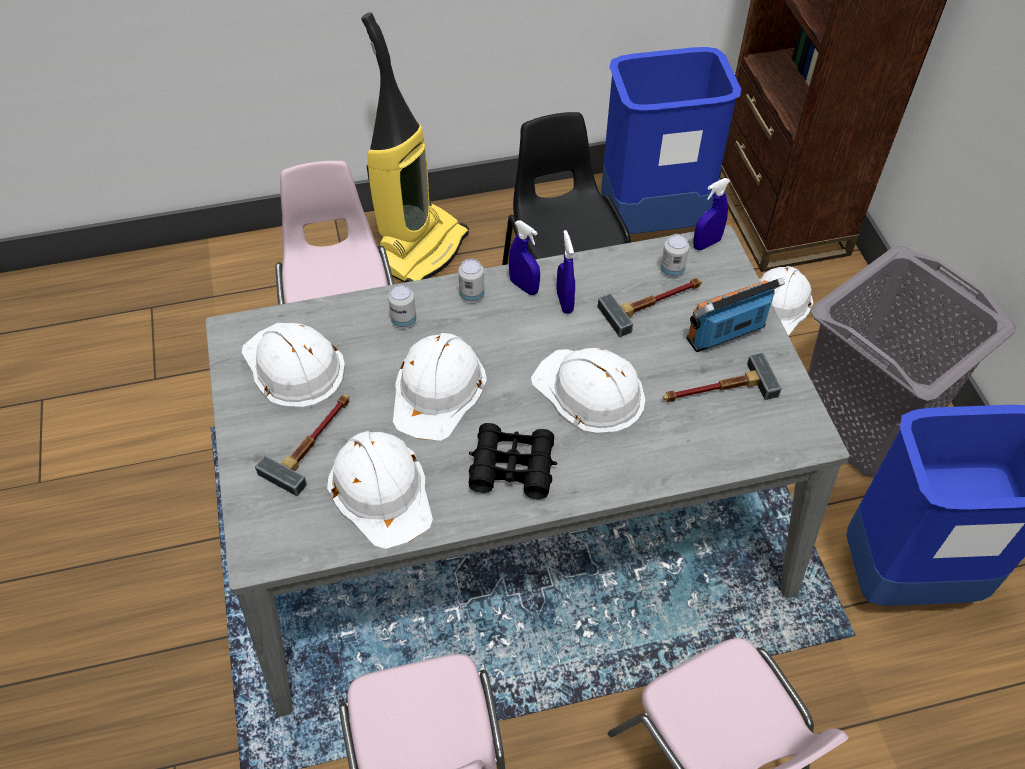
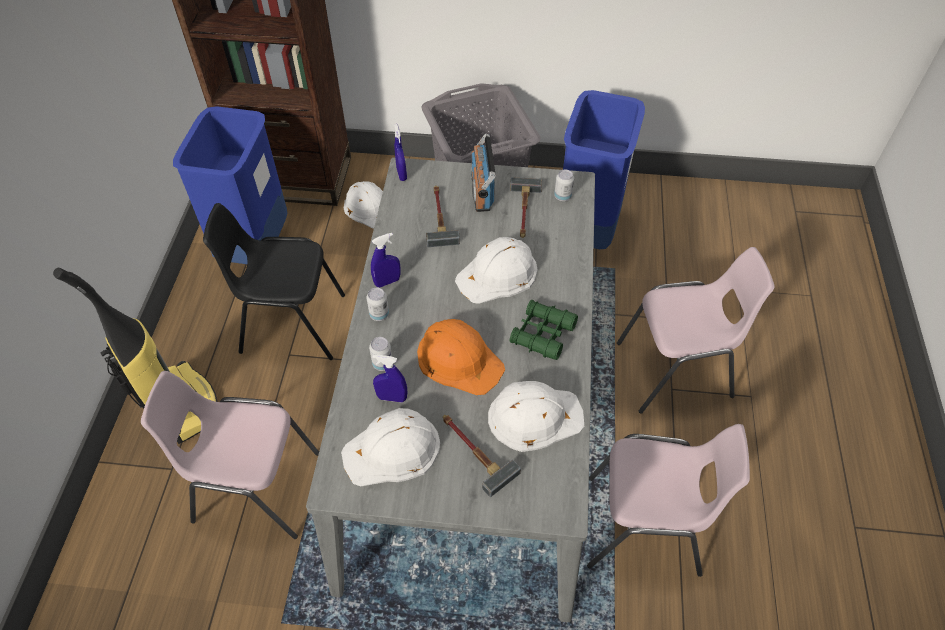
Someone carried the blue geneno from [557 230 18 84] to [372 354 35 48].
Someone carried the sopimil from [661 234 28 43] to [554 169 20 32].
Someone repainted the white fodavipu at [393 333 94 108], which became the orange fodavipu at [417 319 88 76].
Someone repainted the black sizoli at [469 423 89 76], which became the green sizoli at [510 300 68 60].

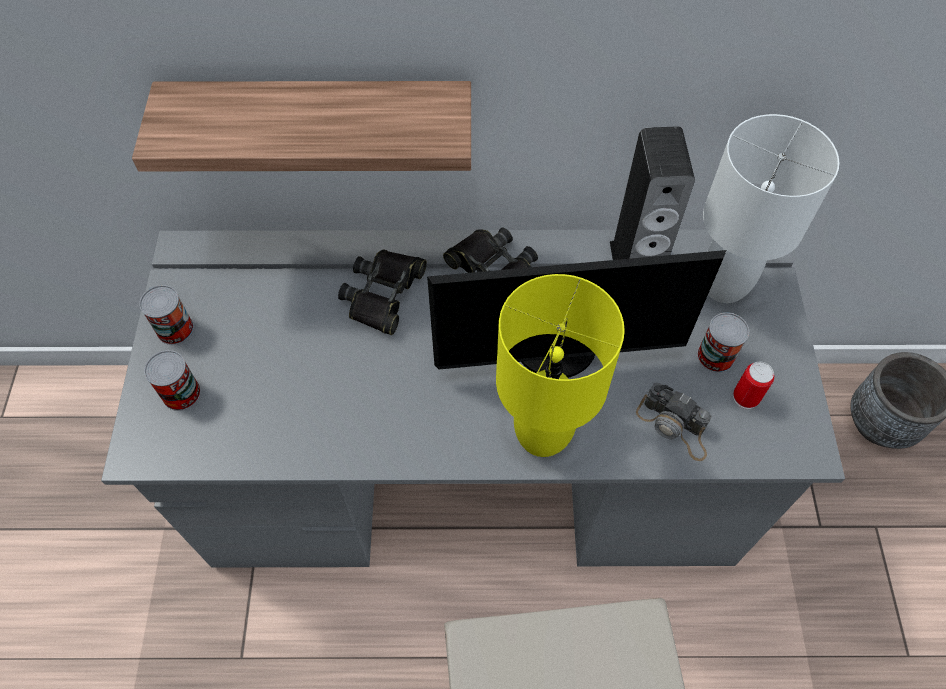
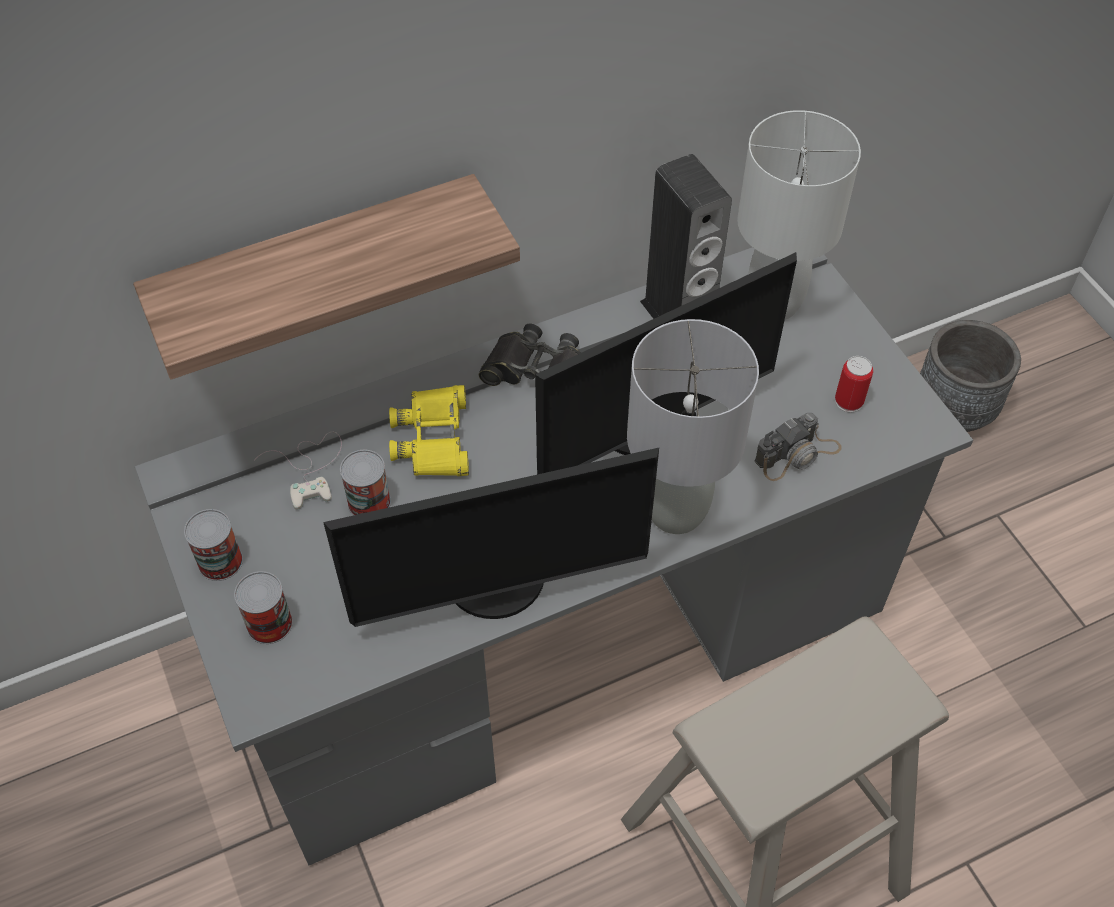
Someone repainted the black sizoli at [338 250 89 85], which became the yellow sizoli at [389 385 80 91].
Someone repainted the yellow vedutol at [496 274 129 183], which became the grey vedutol at [627 319 132 215].
Someone carried the sopimil from [697 312 52 61] to [340 450 51 65].
Someone rotated the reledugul at [636 383 76 78] by 45 degrees counterclockwise.
Someone put down the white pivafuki at [254 432 88 78].
Someone put down the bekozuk at [323 448 336 179].

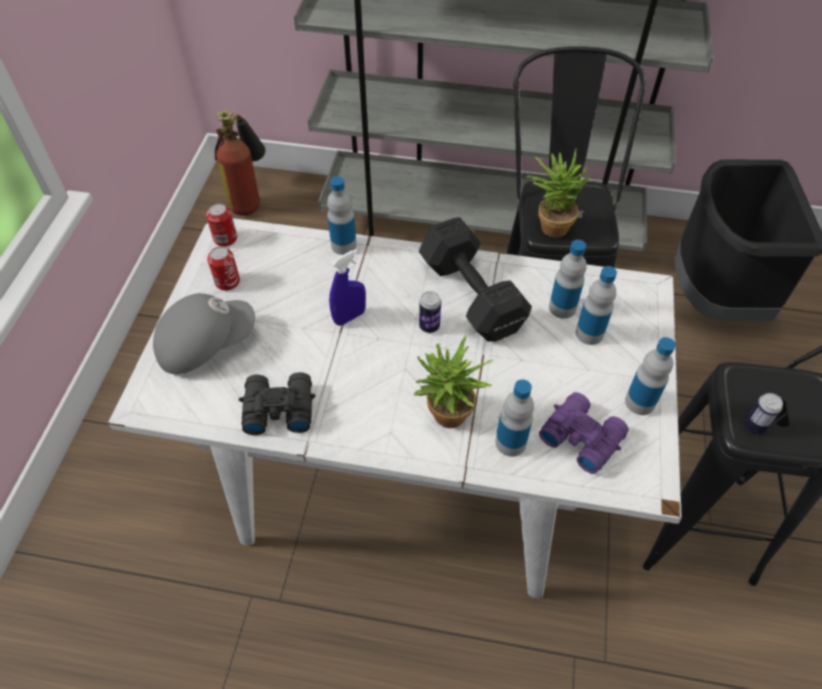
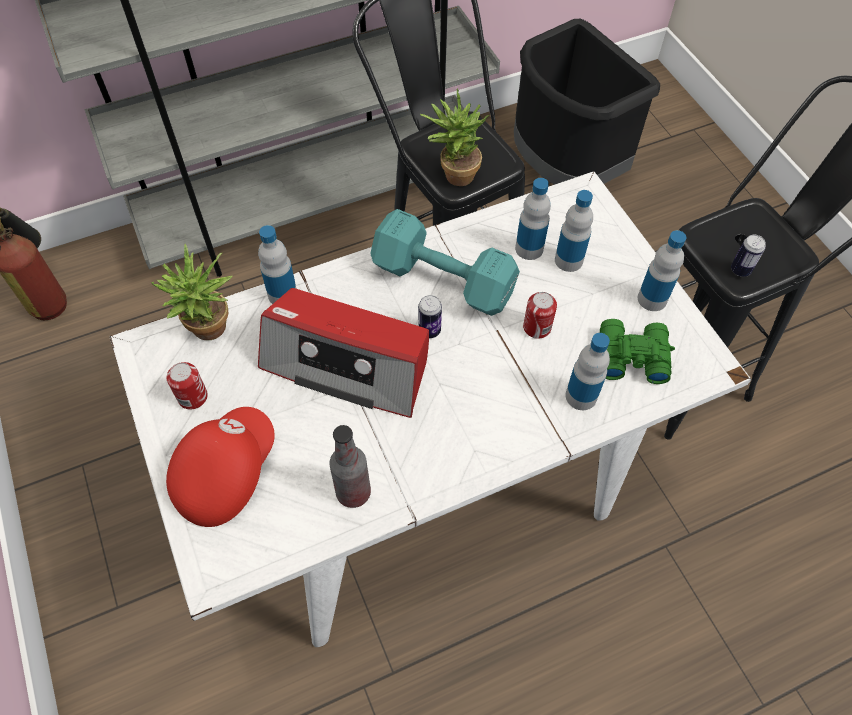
Someone carried the sopimil from [206 203 31 44] to [523 292 34 47].
Someone repainted the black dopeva at [419 217 113 125], which became the turquoise dopeva at [370 209 150 107].
Someone swapped the blue geneno at [329 249 37 77] for the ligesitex at [258 288 171 130].
Someone repainted the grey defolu at [153 293 102 81], which became the red defolu at [166 407 109 120].
Someone carried the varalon from [414 335 80 93] to [151 244 82 96].
Someone swapped the black sizoli at [239 372 76 63] for the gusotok at [329 425 42 83].
Someone repainted the purple sizoli at [539 392 90 82], which became the green sizoli at [600 319 75 65].

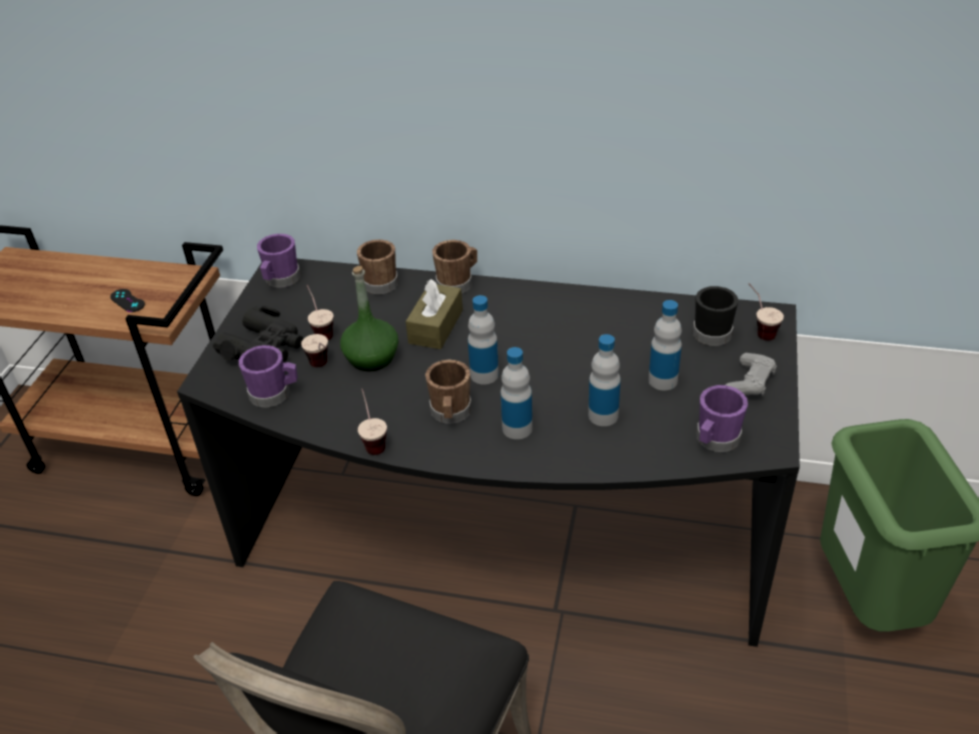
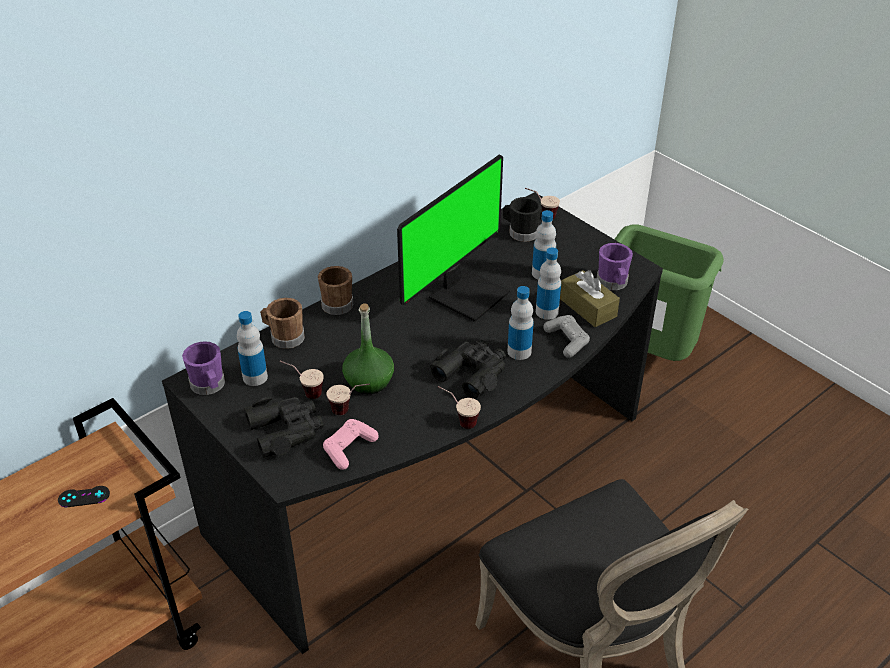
Someone carried the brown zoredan from [406 279 57 70] to [560 270 60 57].
Someone carried the gusotok from [468 295 31 90] to [237 311 31 75].
Someone swapped the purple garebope at [239 345 59 62] for the pink pivafuki at [323 419 56 51].
Someone carried the grey pivafuki from [725 353 52 43] to [543 315 47 43].
Someone swapped the brown garebope at [425 360 47 64] for the black sizoli at [430 340 76 59].
Someone put down the bekozuk at [397 155 113 167].

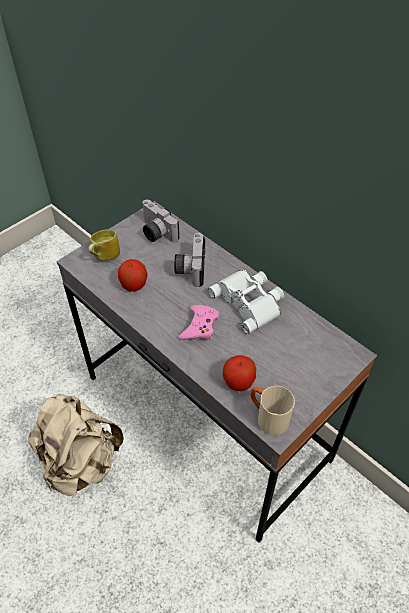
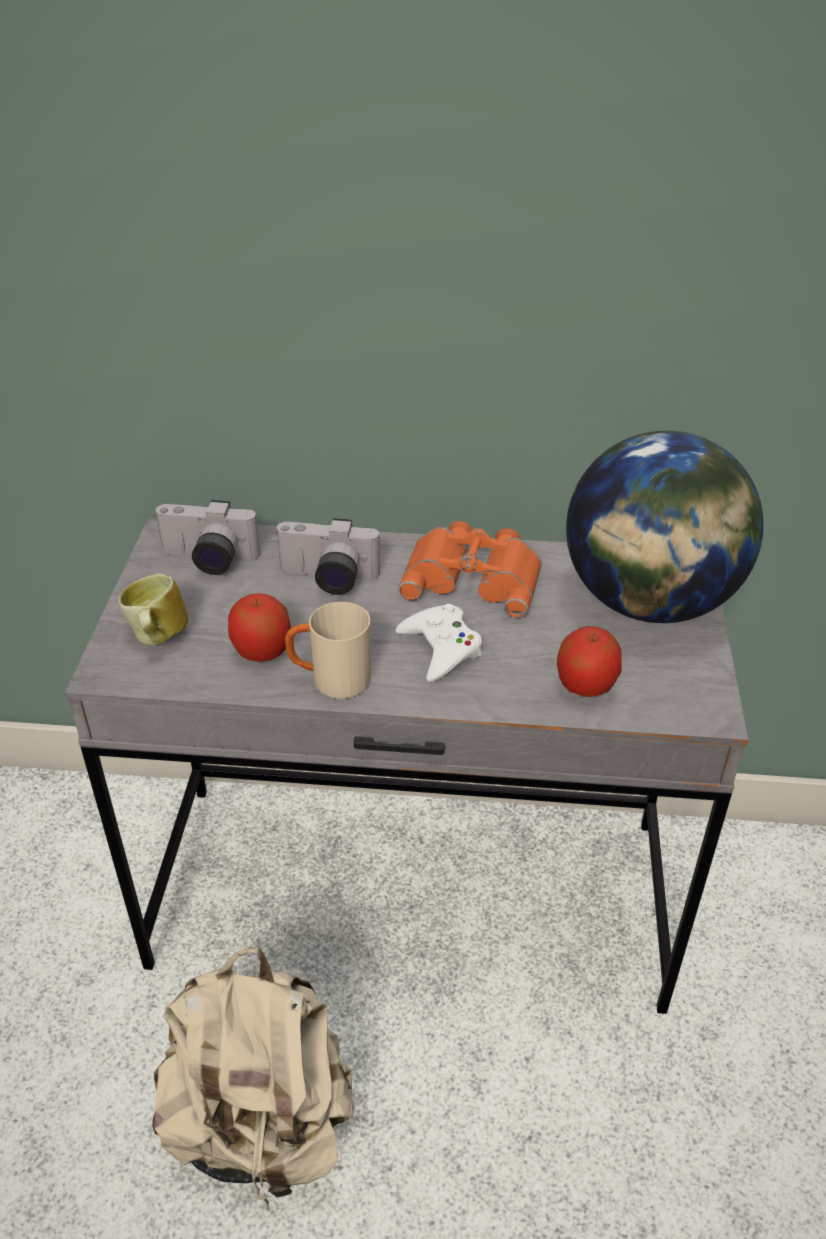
Someone rotated the reledugul at [174 233 31 54] by 45 degrees counterclockwise.
Someone repainted the white sizoli at [208 270 76 64], which became the orange sizoli at [398 521 144 97].
Someone repainted the pink pivafuki at [178 305 41 35], which became the white pivafuki at [395 604 87 78].
Someone carried the beige garebope from [251 386 44 49] to [285 602 86 97].
Someone put down the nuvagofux at [566 431 197 192].

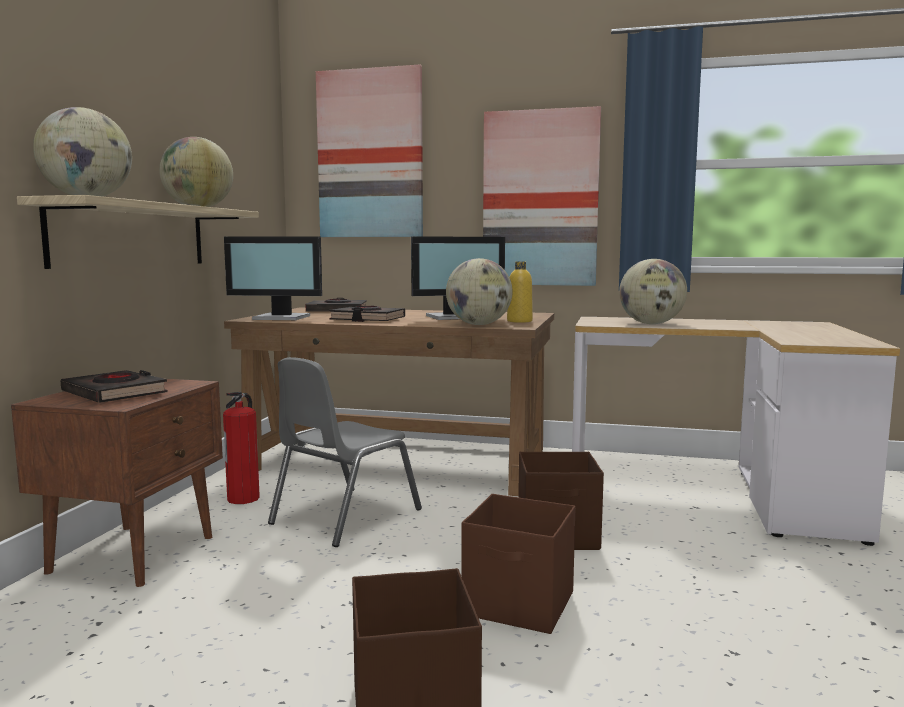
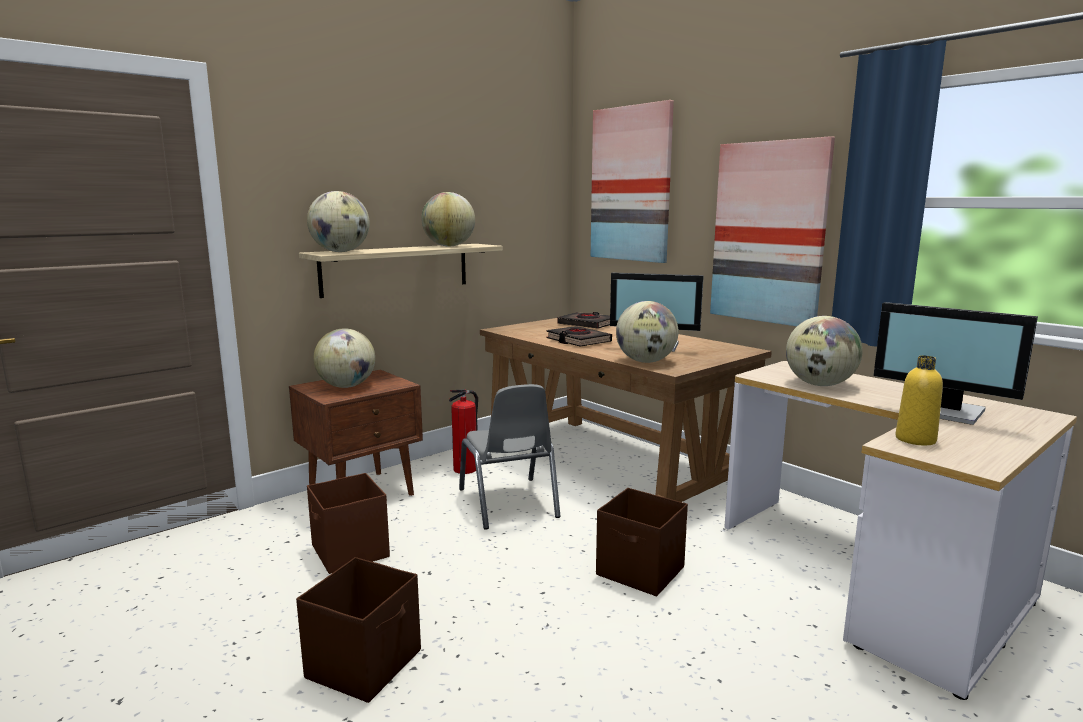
Someone carried the bekozuk from [224 236 98 84] to [874 302 164 123].
Someone carried the yellow gusotok from [507 262 26 61] to [896 356 47 89].
Someone rotated the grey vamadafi at [268 357 154 190] by 90 degrees counterclockwise.
Someone swapped the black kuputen at [61 370 107 33] for the nuvagofux at [313 328 62 60].
Someone carried the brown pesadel from [461 494 115 140] to [307 473 83 101].

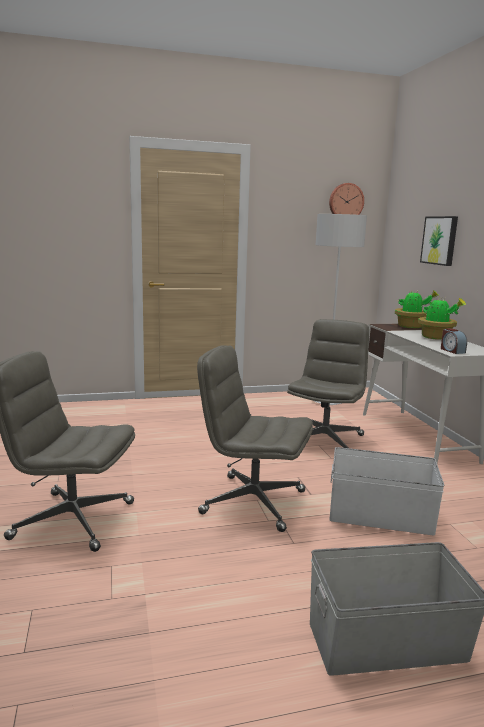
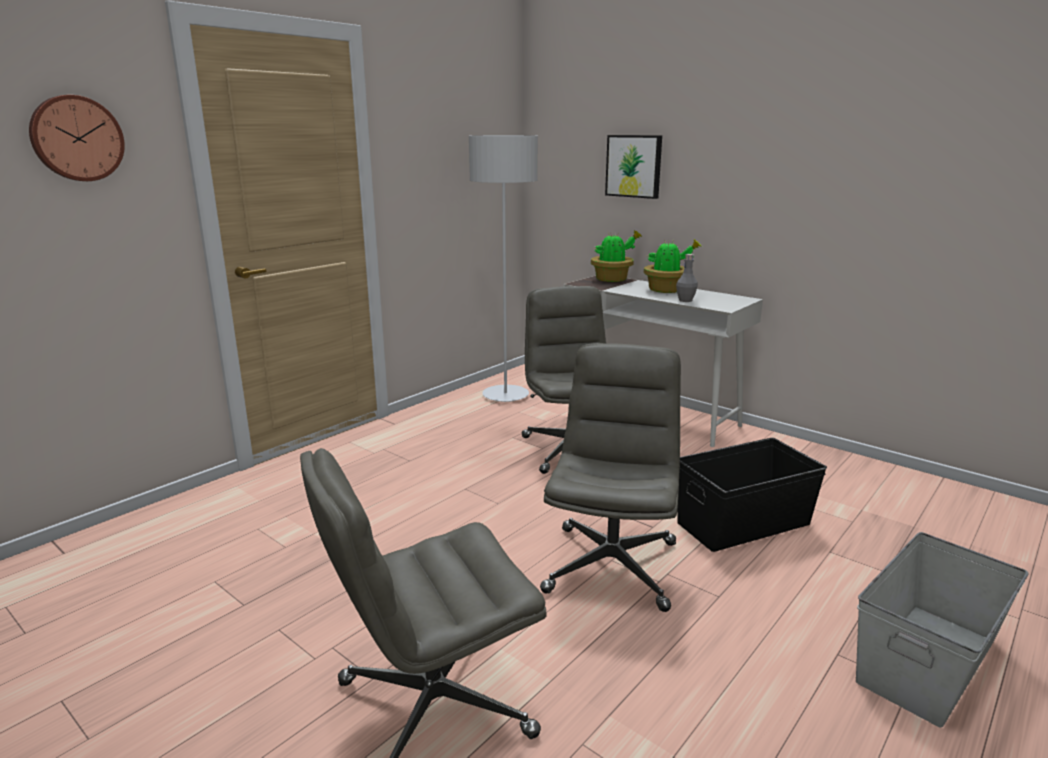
Someone carried the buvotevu from [329 183 35 32] to [29 95 96 86].
Someone took away the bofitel at [441 328 26 26].
Someone rotated the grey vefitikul at [197 345 116 187] by 120 degrees clockwise.
Someone repainted the white pesadel at [329 447 116 89], which became the black pesadel at [678 438 149 114].
Someone put down the grey gusotok at [676 254 22 48].

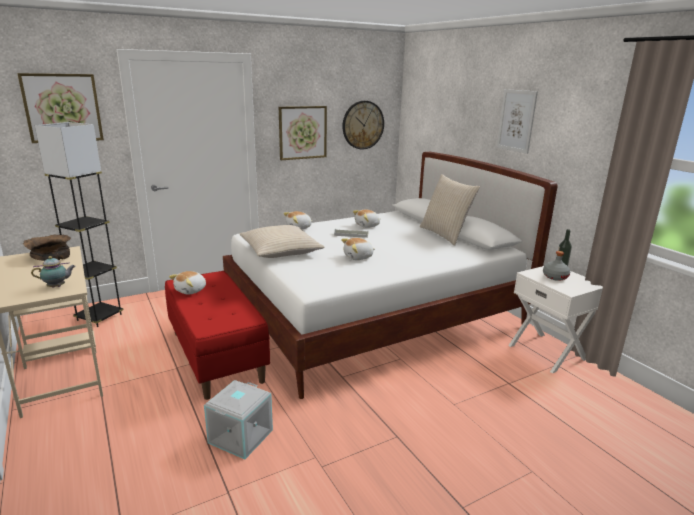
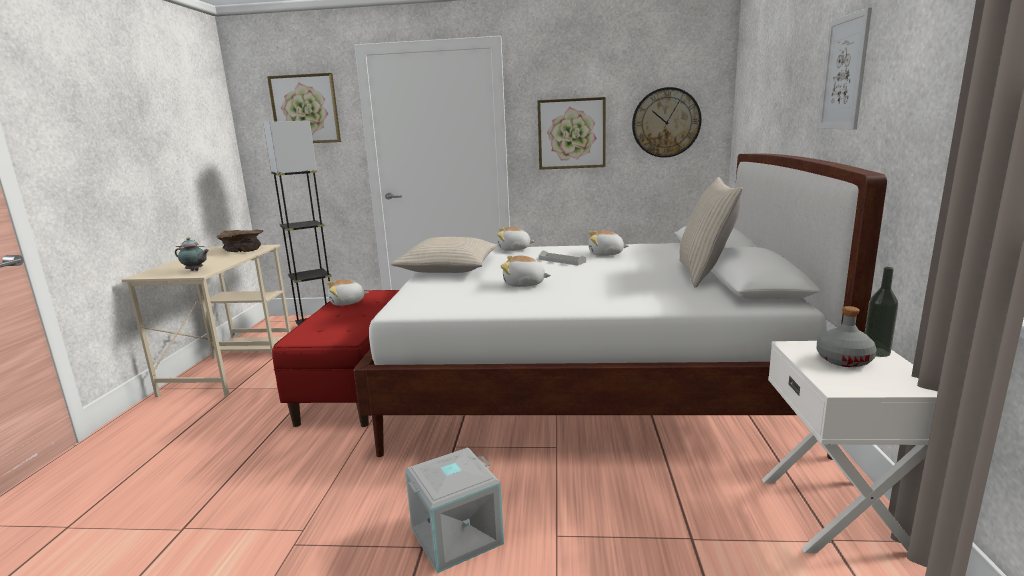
Someone carried the grey pesadel from [204 380 69 79] to [405 447 99 126].

